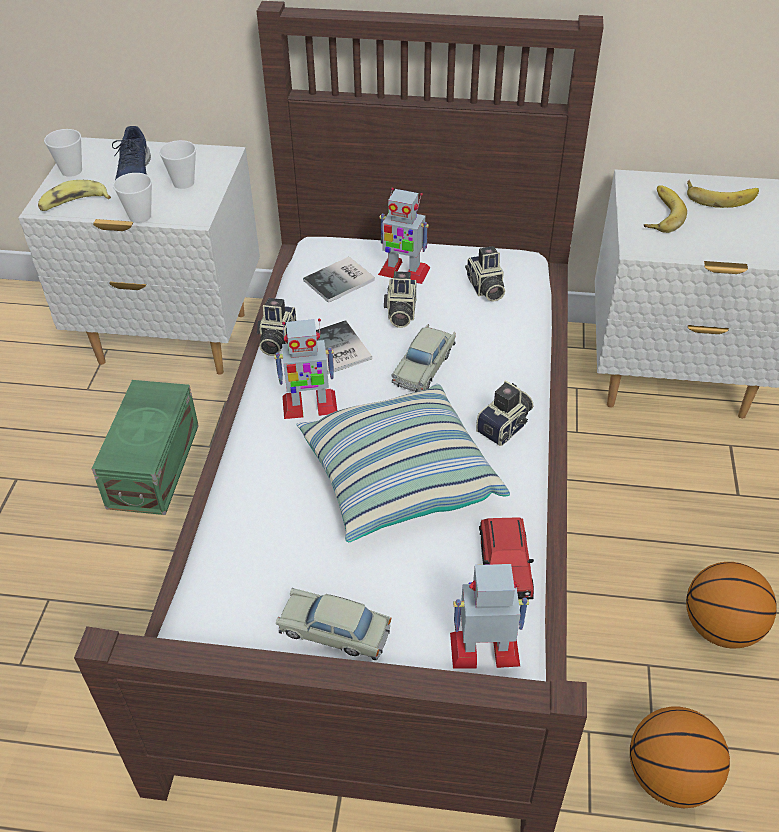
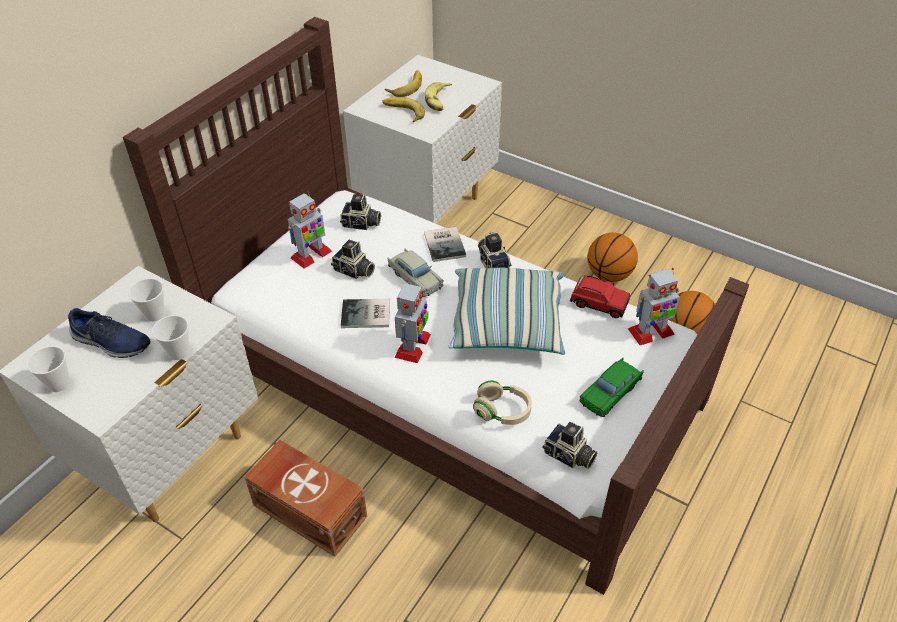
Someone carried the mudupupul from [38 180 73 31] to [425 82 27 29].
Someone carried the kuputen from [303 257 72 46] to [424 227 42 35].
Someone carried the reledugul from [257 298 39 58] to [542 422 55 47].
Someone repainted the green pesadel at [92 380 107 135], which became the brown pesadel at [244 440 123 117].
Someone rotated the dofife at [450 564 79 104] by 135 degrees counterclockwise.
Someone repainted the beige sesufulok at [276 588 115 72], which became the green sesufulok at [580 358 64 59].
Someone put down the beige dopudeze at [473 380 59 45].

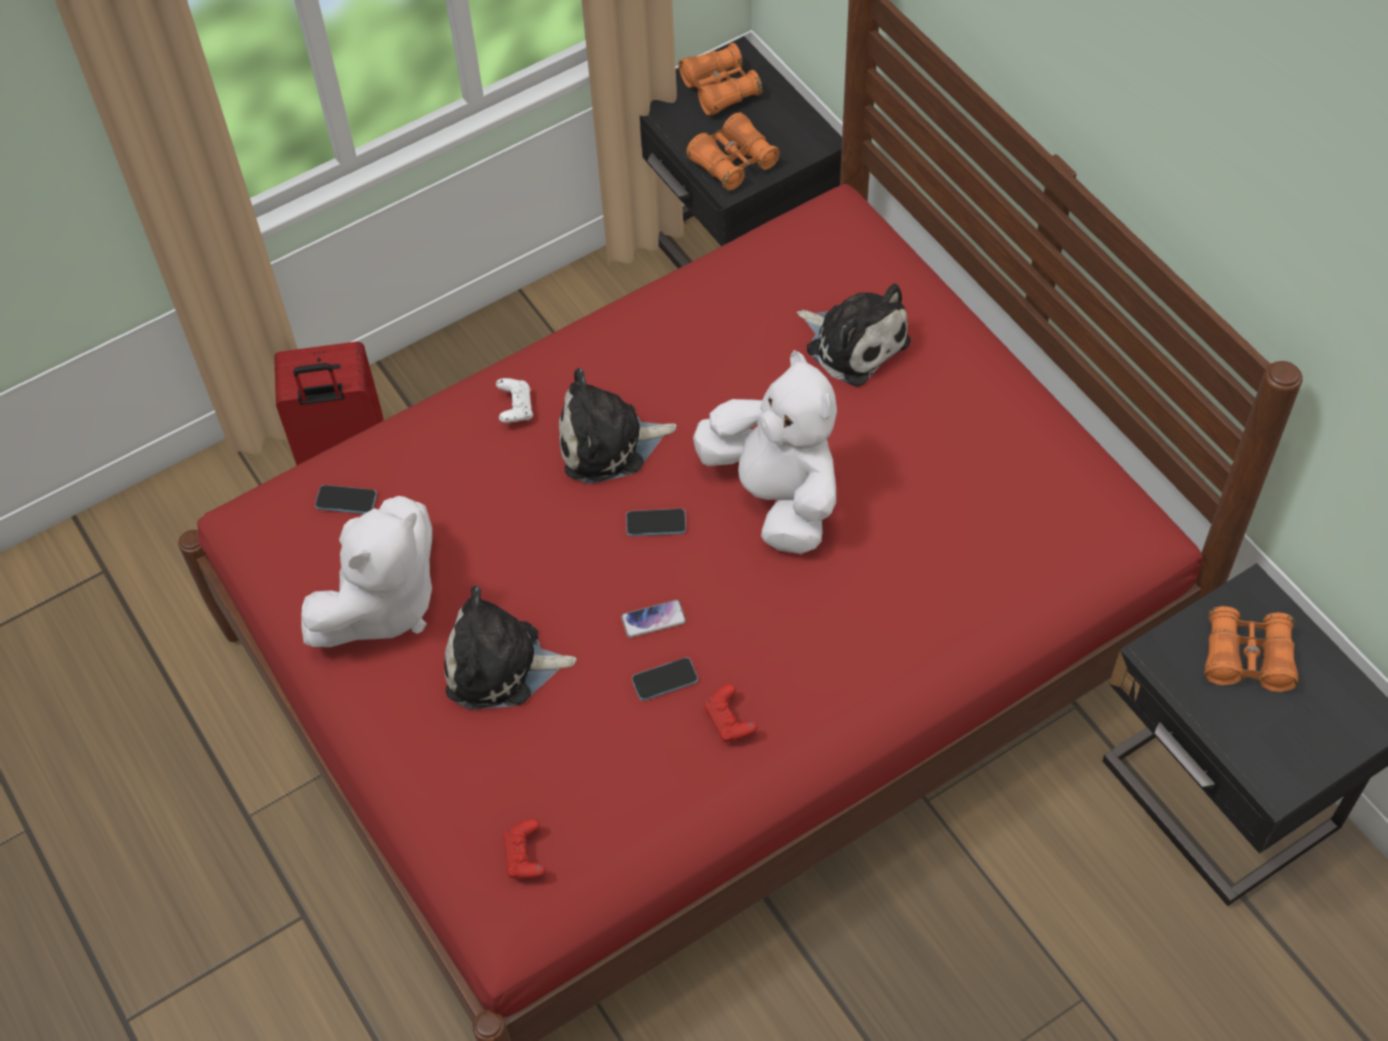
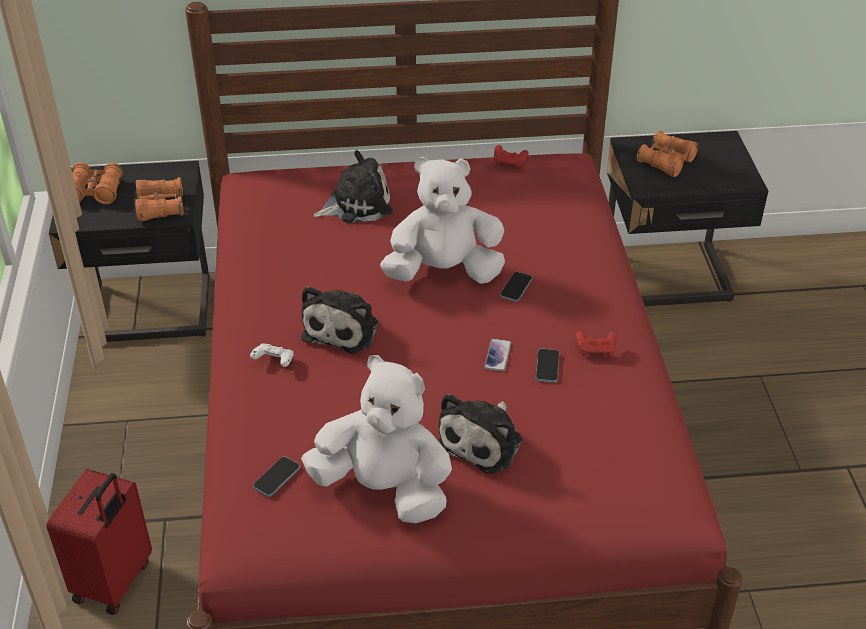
Someone rotated the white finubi at [301 496 131 151] by 45 degrees counterclockwise.
Someone carried the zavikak from [626 509 60 27] to [500 271 32 31].
Someone carried the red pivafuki from [503 819 43 59] to [494 145 35 24].

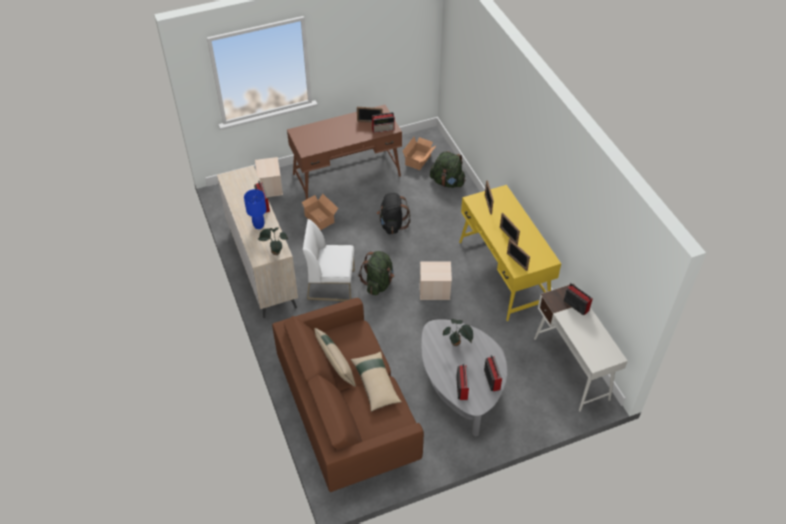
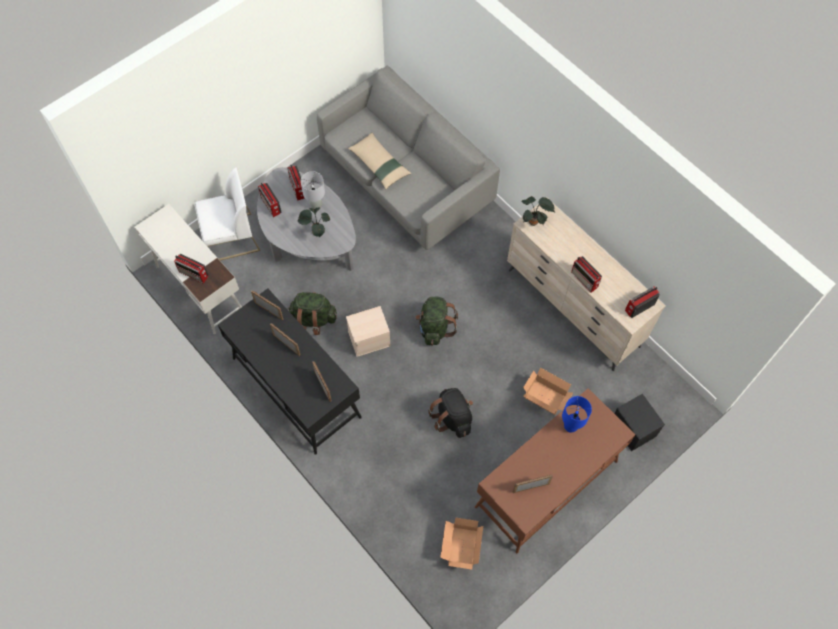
Someone carried the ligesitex from [372 112 23 21] to [625 286 35 32].
Someone carried the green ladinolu from [430 151 35 37] to [288 292 49 43].
Someone repainted the beige pesadel at [255 157 28 40], which became the black pesadel at [614 394 51 58].
Someone repainted the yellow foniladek at [459 185 102 136], which became the black foniladek at [218 288 144 167].
Someone carried the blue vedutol from [244 189 22 40] to [562 396 30 36].
Someone carried the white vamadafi from [303 219 52 82] to [195 167 65 94].
Someone repainted the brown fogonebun at [272 298 152 194], which became the grey fogonebun at [317 66 183 184].
Someone took away the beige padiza at [315 328 41 59].
Someone put down the grey vedutol at [301 171 24 38].

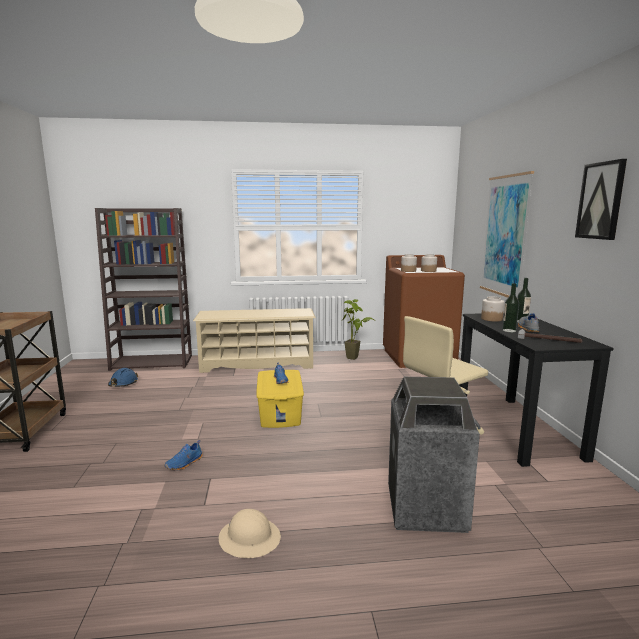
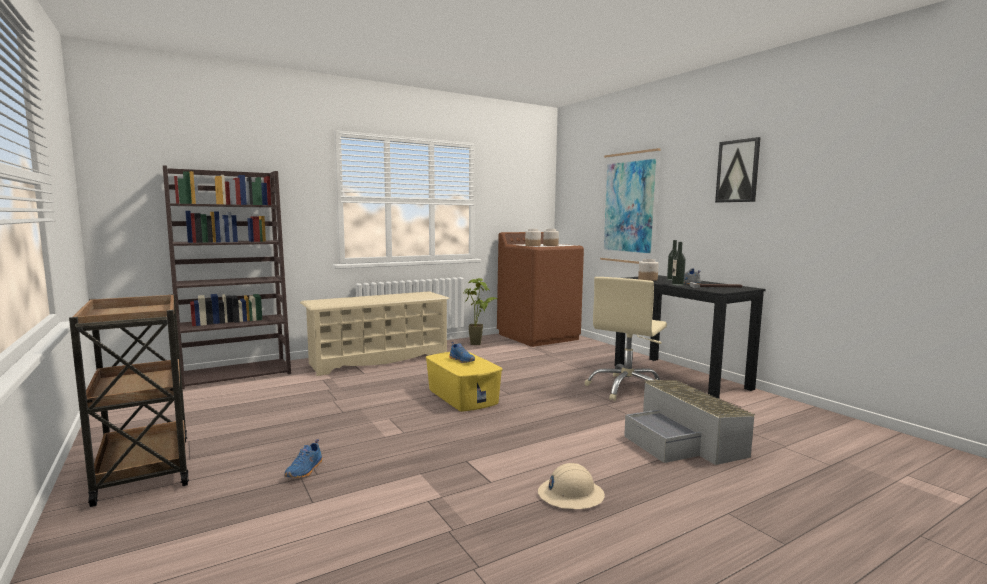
Someone took away the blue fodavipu at [108 368 30 19].
Someone swapped the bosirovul at [388 377 92 156] for the grey pesadel at [624 380 131 85].
Someone carried the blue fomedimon from [165 440 38 30] to [285 439 38 39].

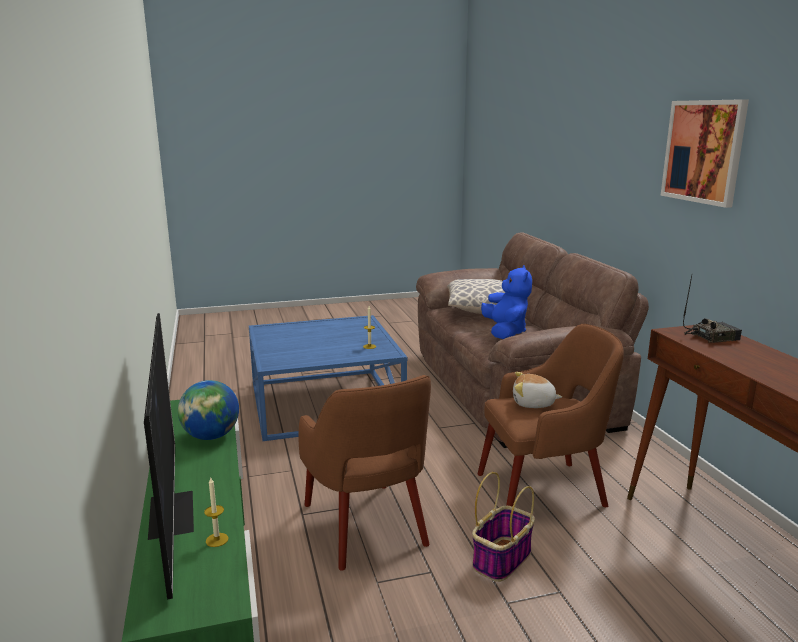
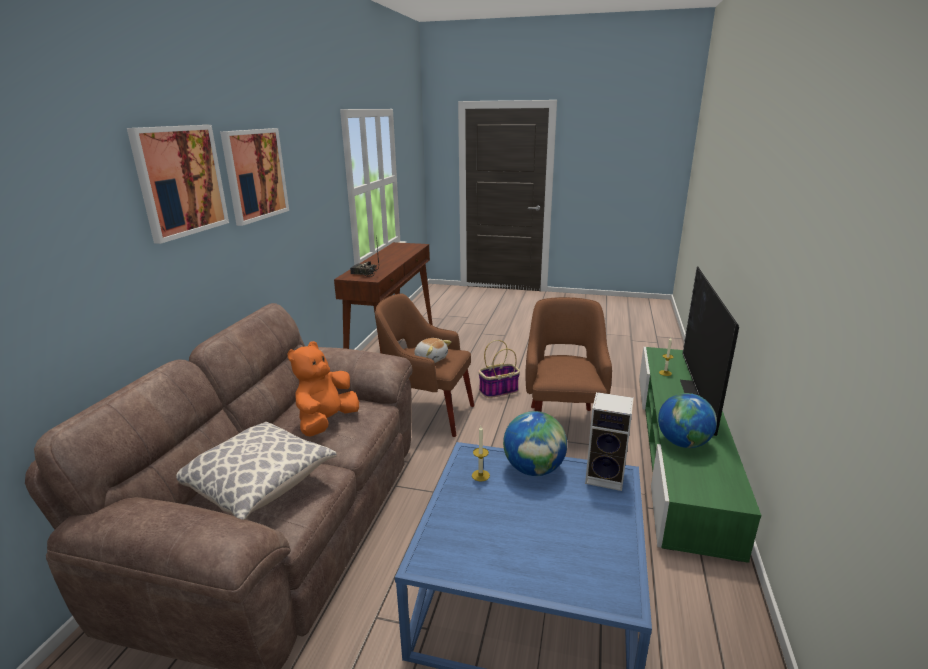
Someone repainted the blue finubi at [481 265 51 74], which became the orange finubi at [287 341 72 95].
Someone put up the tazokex at [127 125 102 119].
Someone put down the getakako at [585 392 49 99].
Someone put down the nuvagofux at [503 411 64 65].

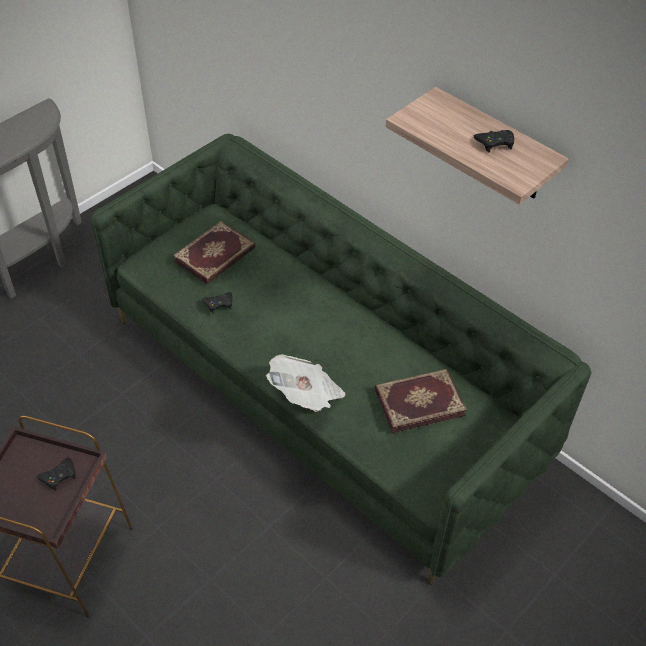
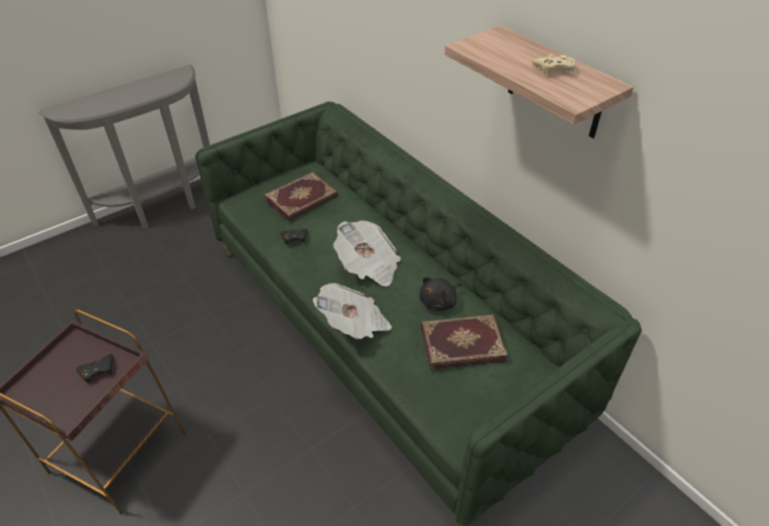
Someone repainted the black pivafuki at [474 130 40 22], which became the beige pivafuki at [532 54 43 22].
Someone put down the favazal at [333 220 68 67].
Someone put down the black finubi at [419 277 43 34].

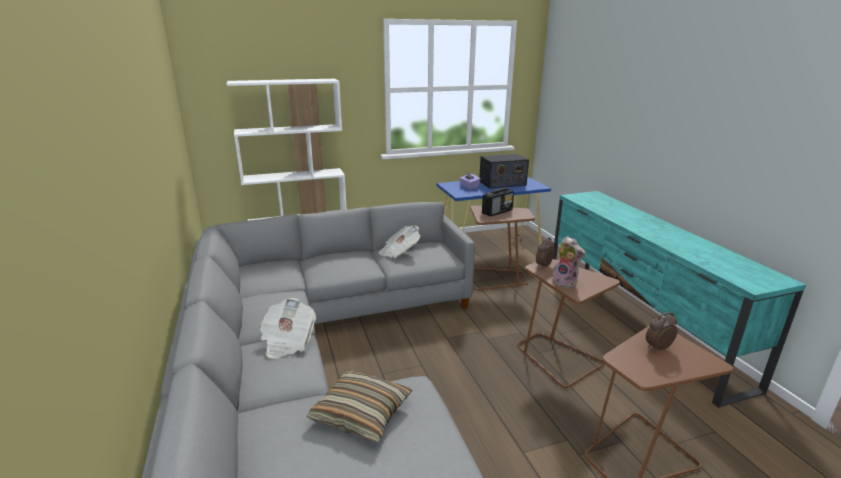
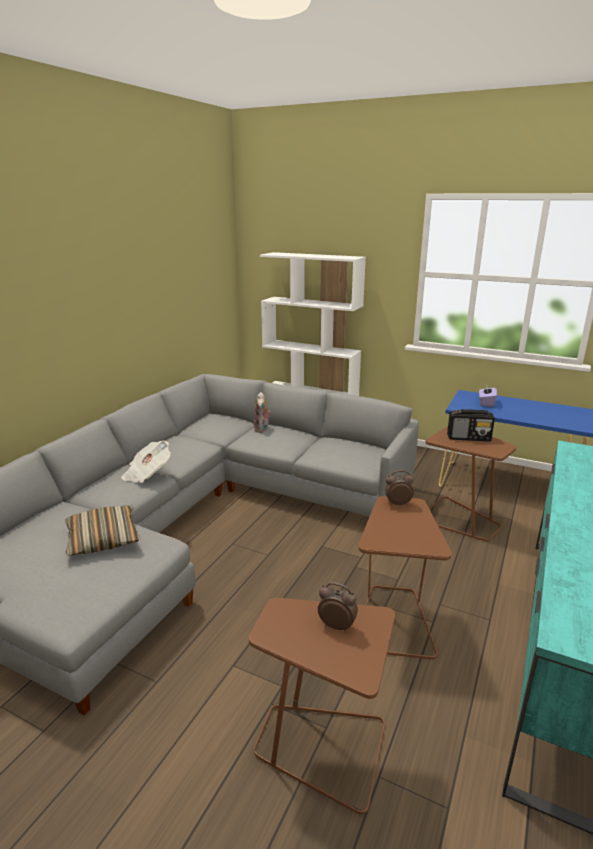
Someone took away the ligesitex at [479 154 50 35].
Someone took away the favazal at [379 226 41 32].
Someone carried the finubi from [552 236 34 52] to [254 392 17 41].

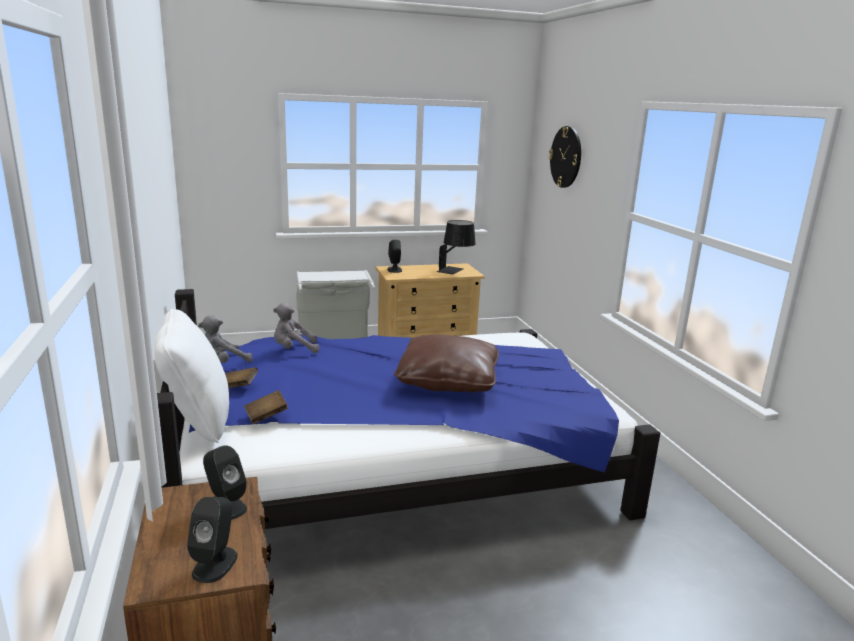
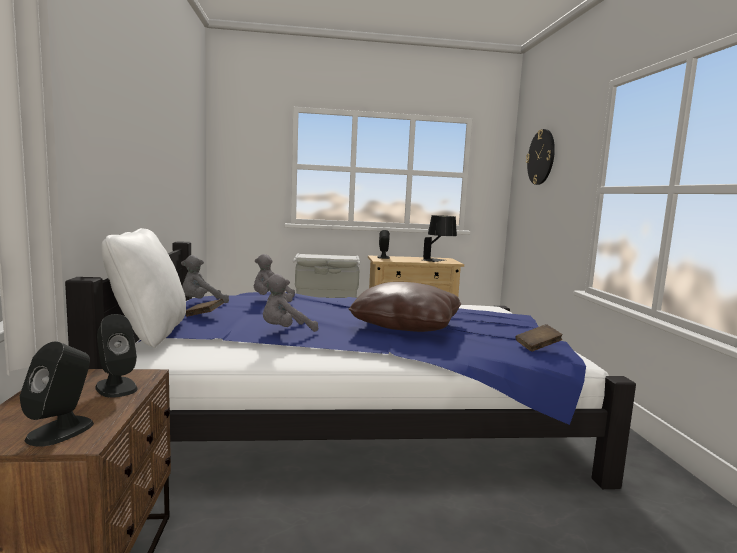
Someone carried the brown kuputen from [244 390 44 34] to [515 324 48 28].
Someone put down the grey finubi at [263 274 55 58].

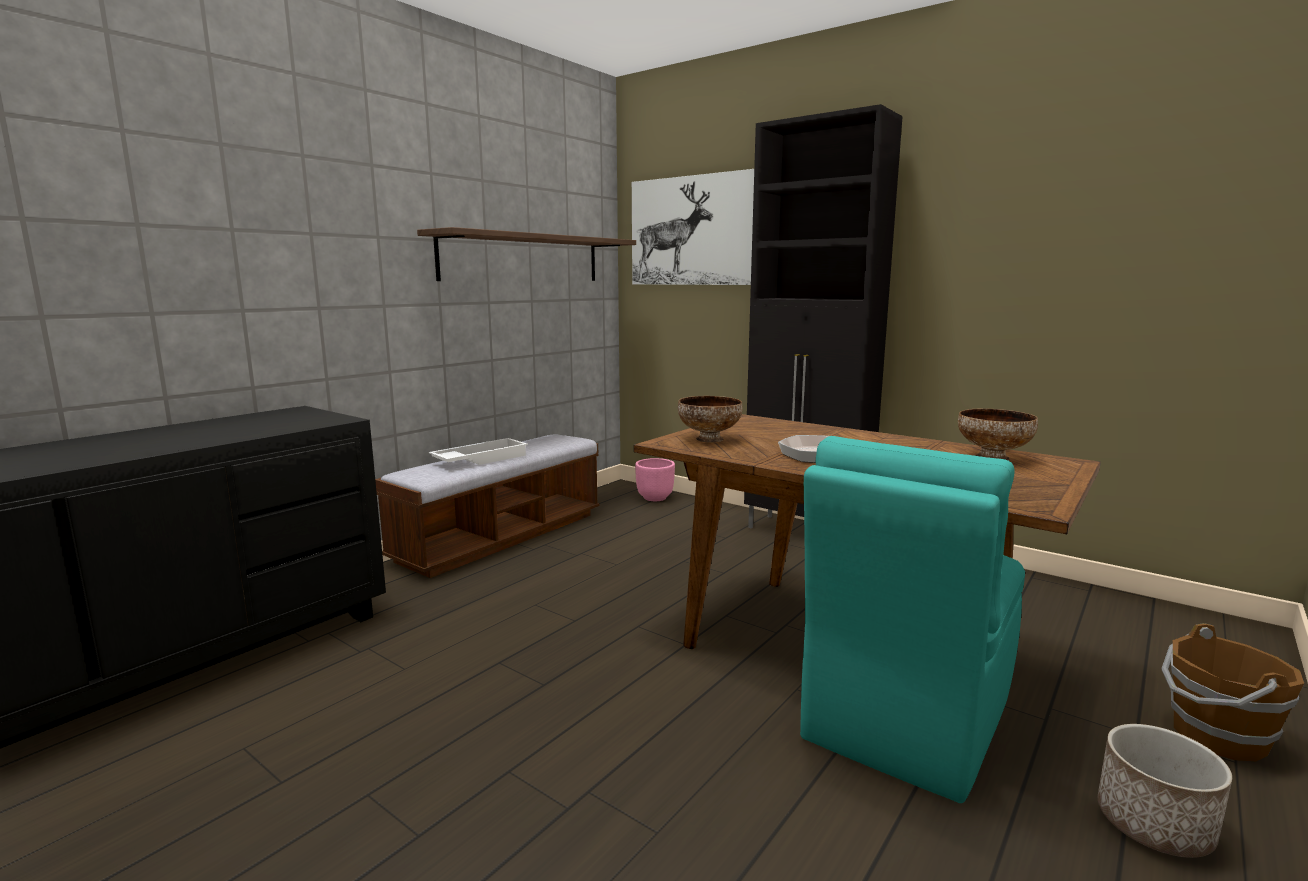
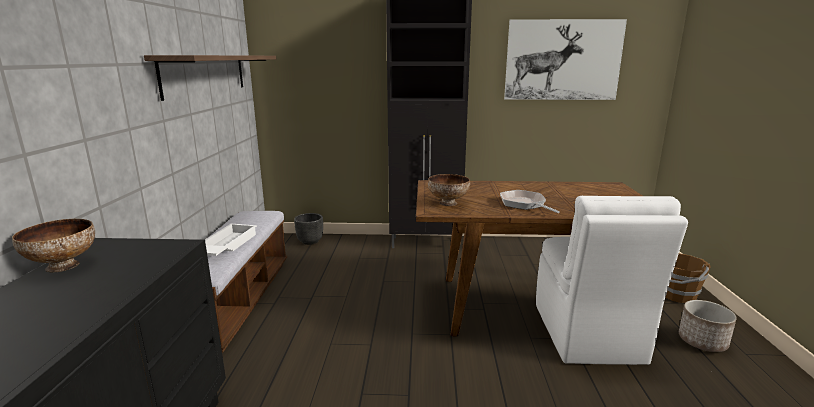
Someone carried the tazokex from [632 169 122 116] to [504 19 123 81].
Someone carried the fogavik from [958 408 80 52] to [12 219 83 53].
Someone repainted the turquoise vamadafi at [800 436 225 367], which became the white vamadafi at [536 196 152 169].
Someone repainted the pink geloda at [635 458 40 43], which became the black geloda at [294 213 29 32].

